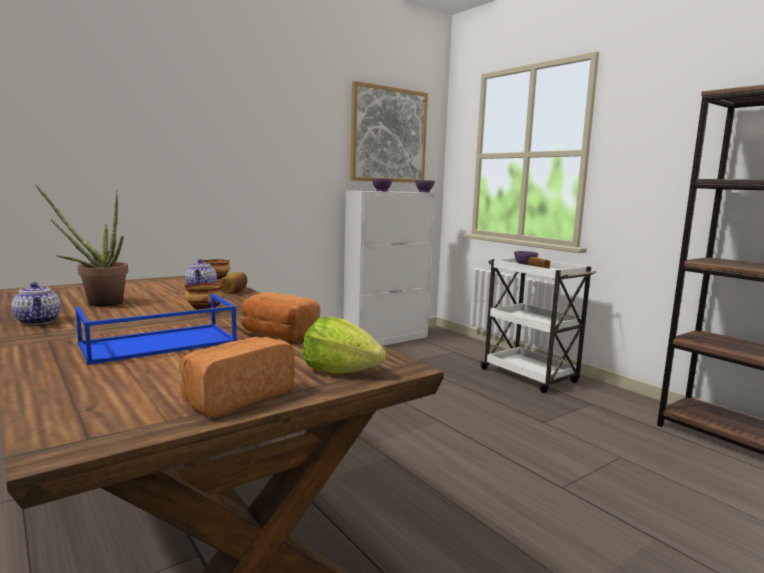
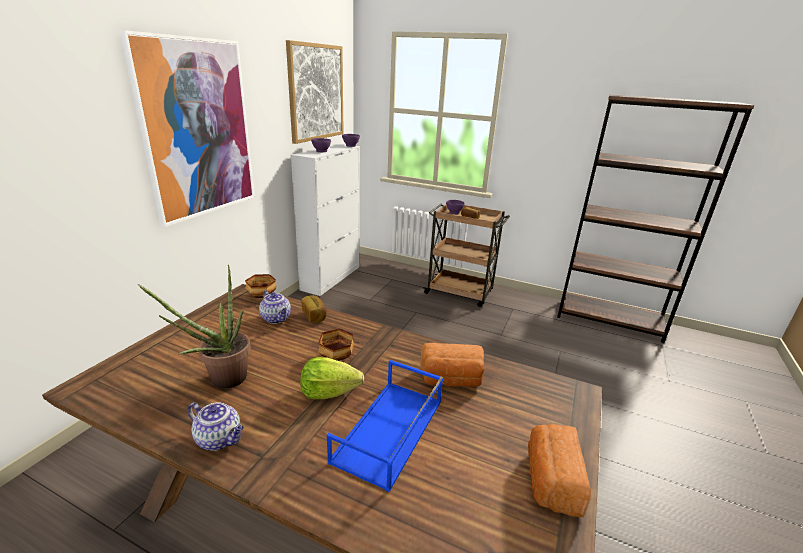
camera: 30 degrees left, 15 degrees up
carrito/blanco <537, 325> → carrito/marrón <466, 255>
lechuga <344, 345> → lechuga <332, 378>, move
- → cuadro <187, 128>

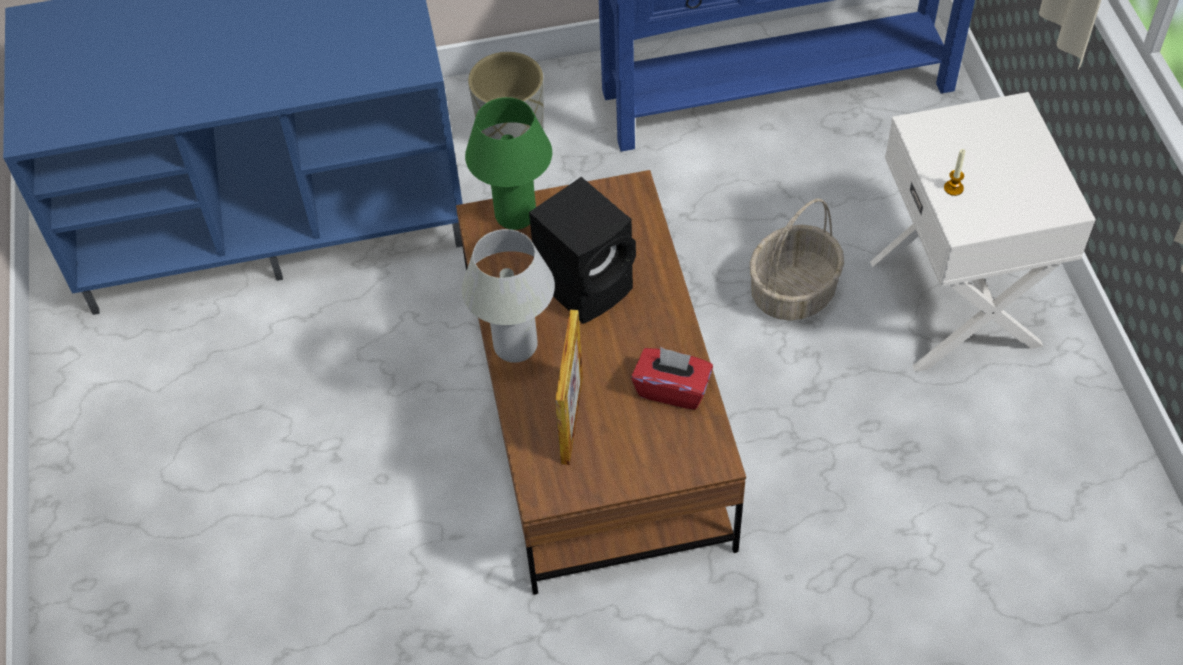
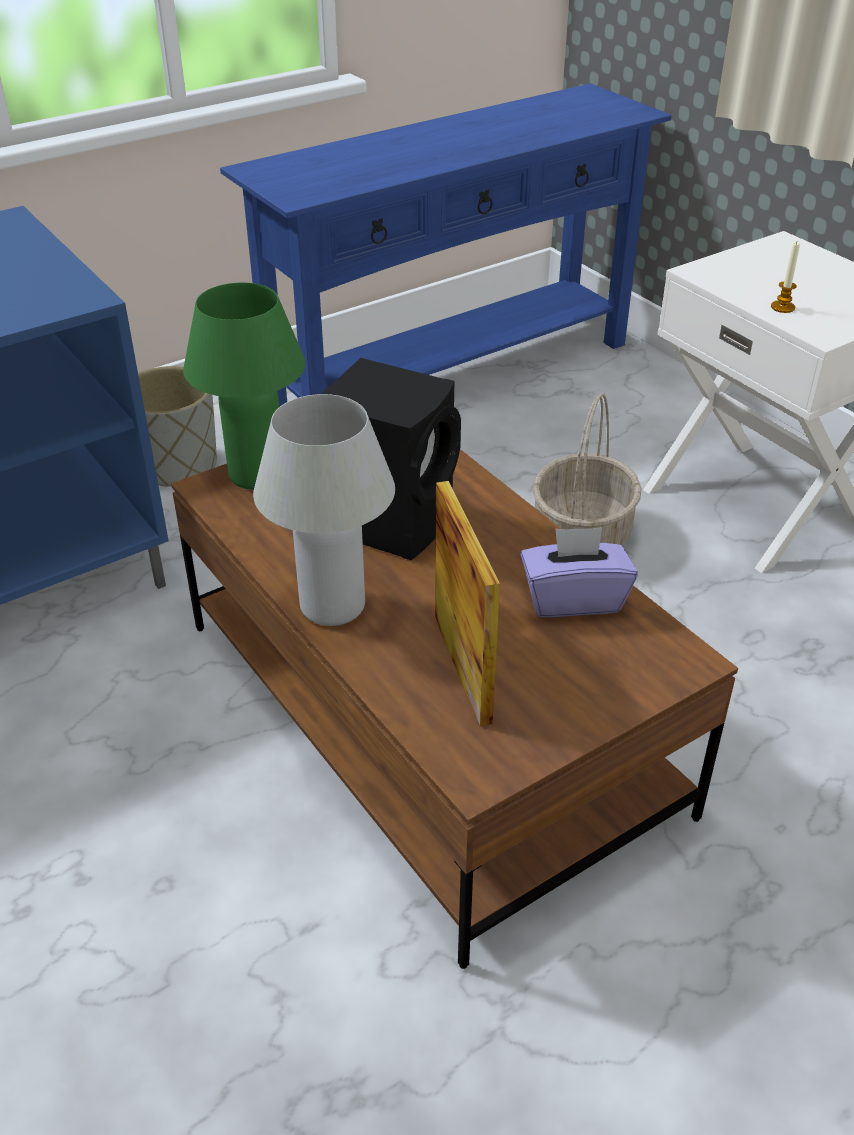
camera: 25 degrees left, 15 degrees down
caja de pañuelos/rojo <672, 378> → caja de pañuelos/morado <578, 572>

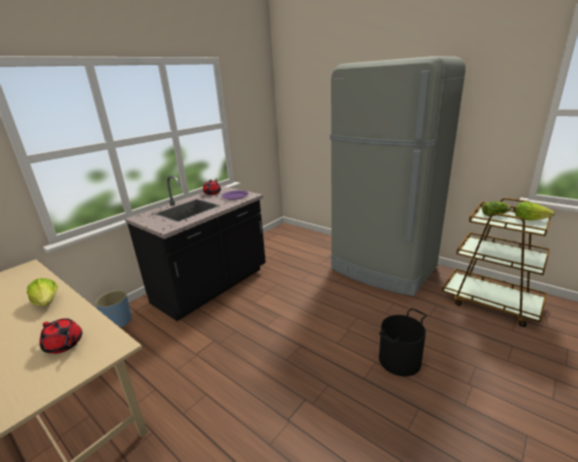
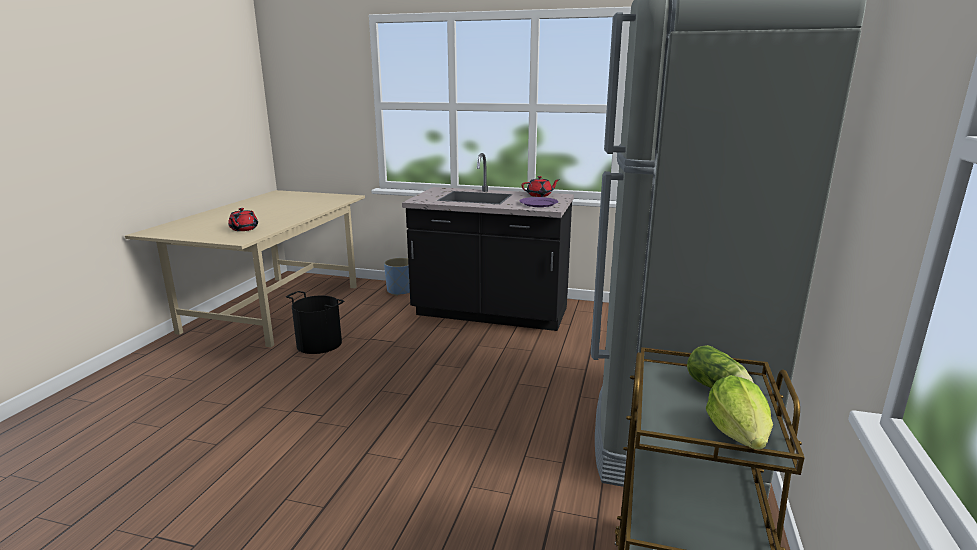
camera: 65 degrees right, 5 degrees down
lechuga <42, 292> → -
cubo/negro <403, 342> → cubo/negro <315, 322>, move

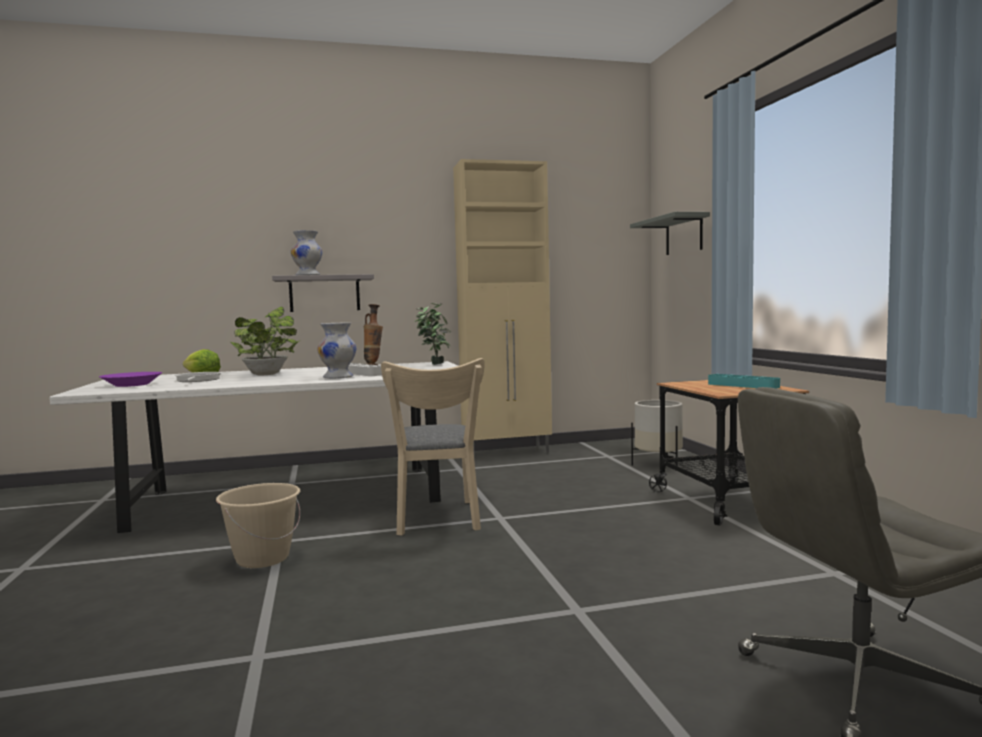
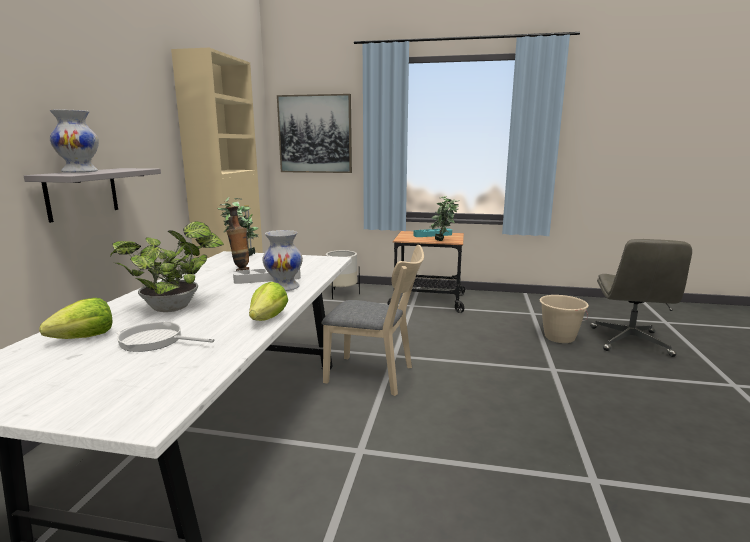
camera: 65 degrees left, 10 degrees up
estante/gris <670, 233> → cuadro <314, 133>
cuenco/morado <130, 379> → -
cubo/beis <258, 525> → cubo/beis <564, 319>, move
- → planta en maceta <444, 218>
- → lechuga <268, 301>

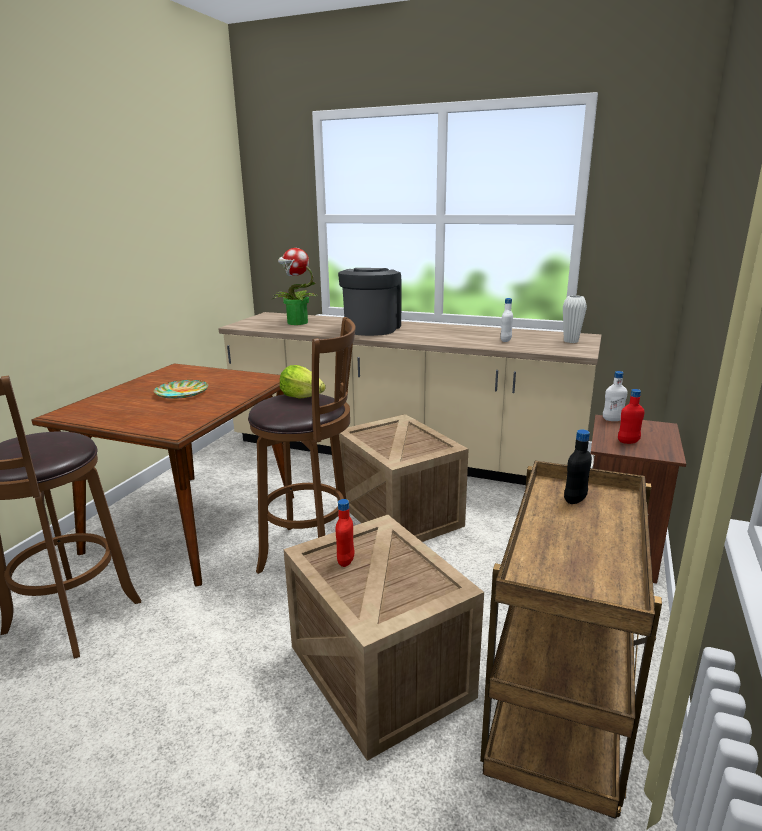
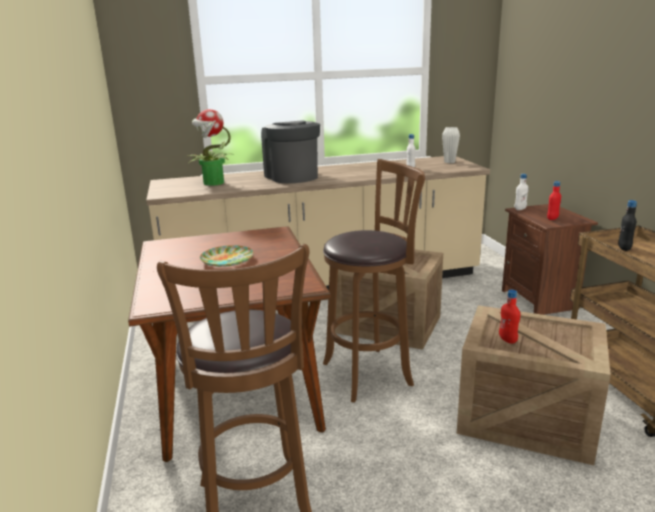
camera: 35 degrees left, 0 degrees up
lechuga <303, 382> → -

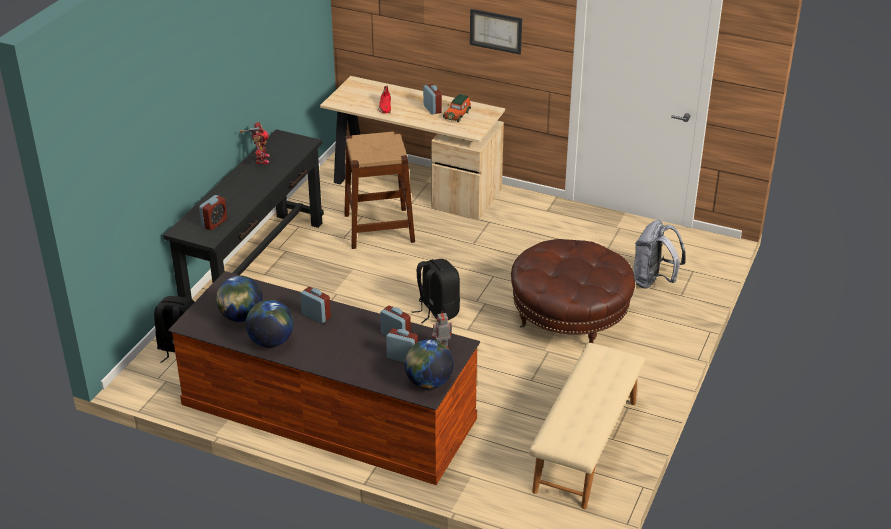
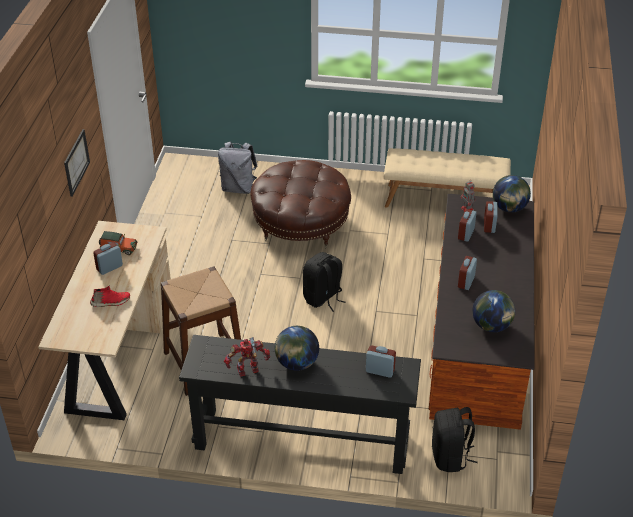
camera: 105 degrees left, 5 degrees up
globo terráqueo <270, 324> → globo terráqueo <297, 348>, move

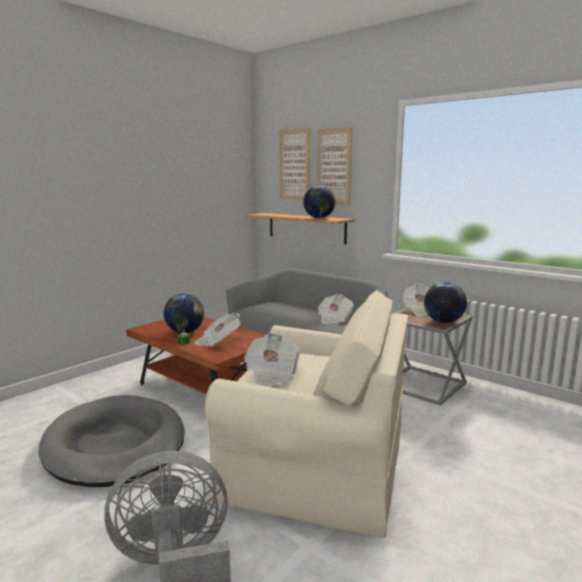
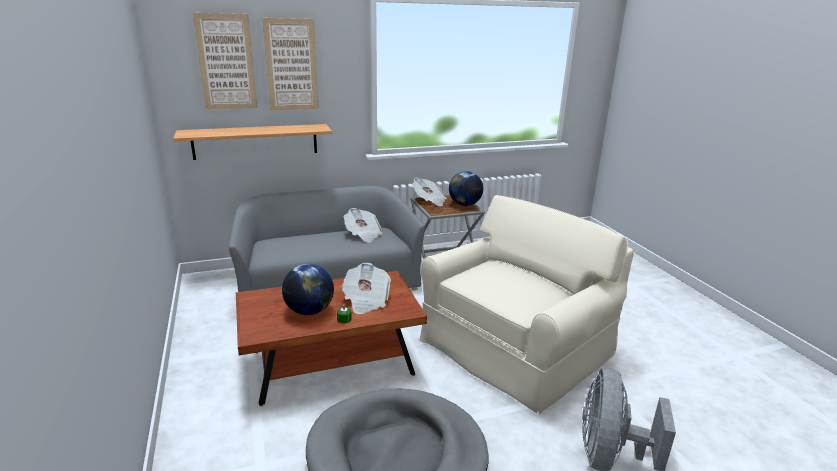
camera: 60 degrees left, 10 degrees up
globo terráqueo <319, 201> → -
periódico <272, 359> → -

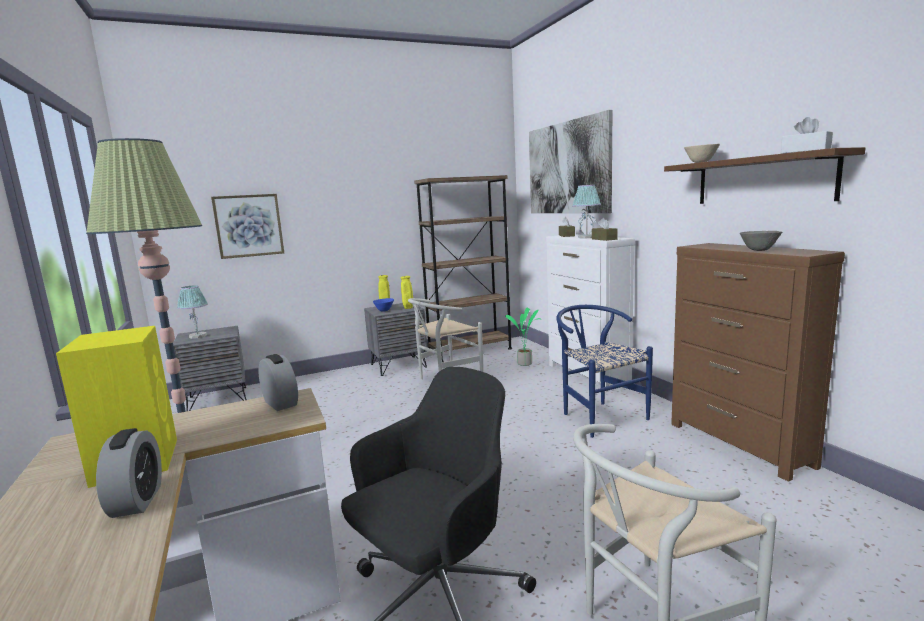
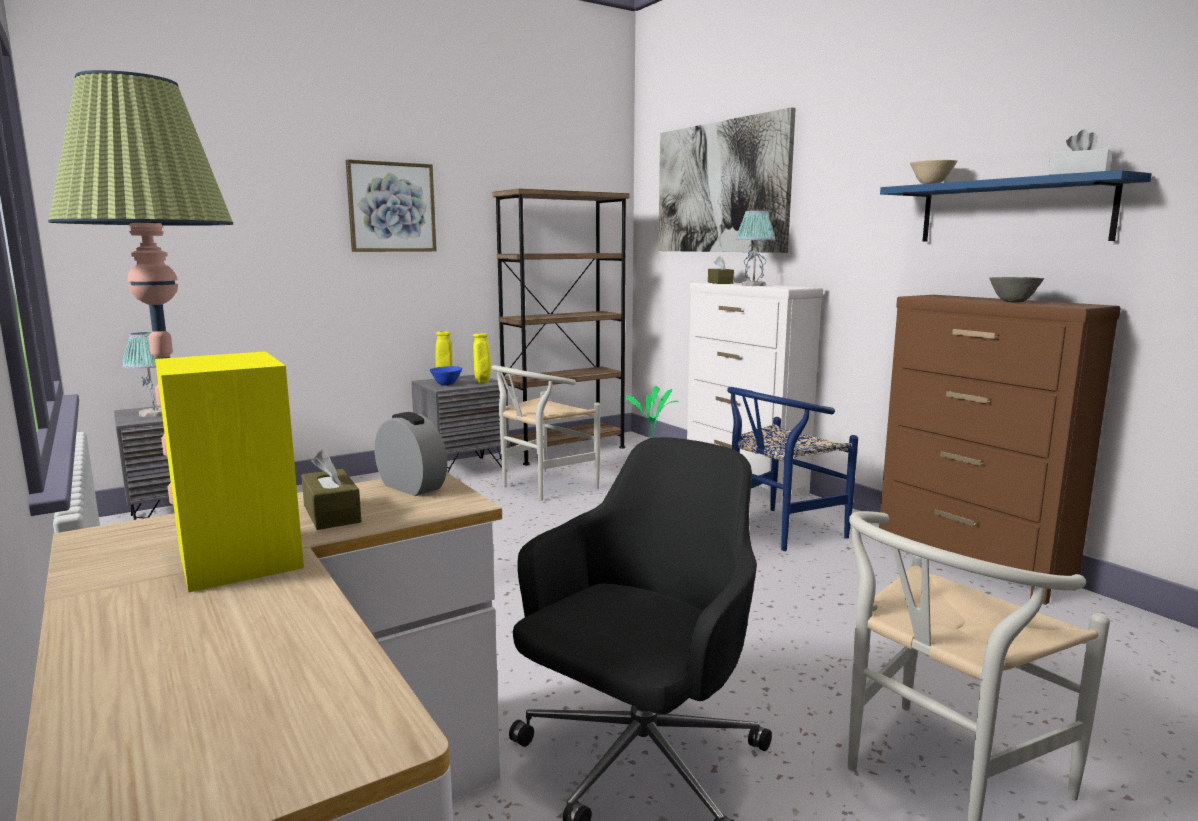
camera: 10 degrees left, 0 degrees up
estante/marrón <764, 175> → estante/azul <1016, 206>
cuadro <247, 226> → cuadro <391, 205>, move
caja de pañuelos/marrón <605, 229> → caja de pañuelos/marrón <331, 489>, move
silla/azul <604, 371> → silla/azul <792, 469>, 90 degrees counterclockwise
despertador <129, 473> → -

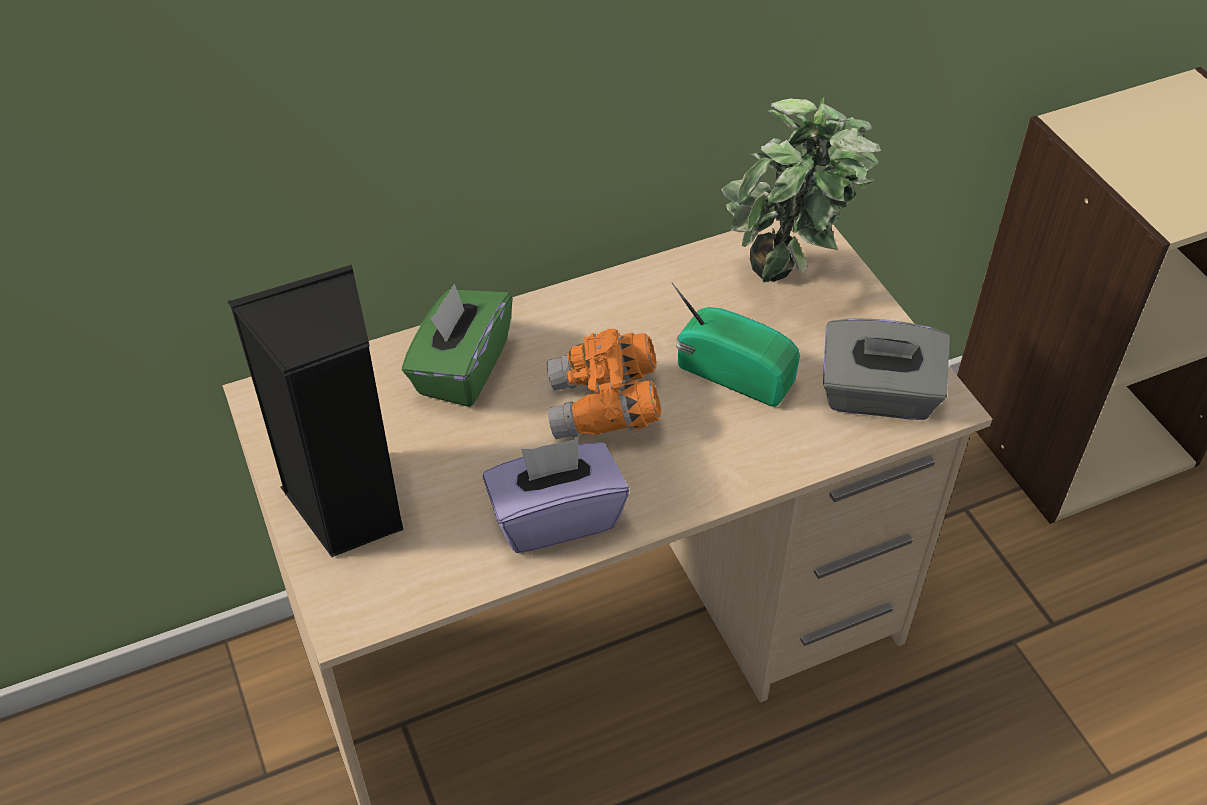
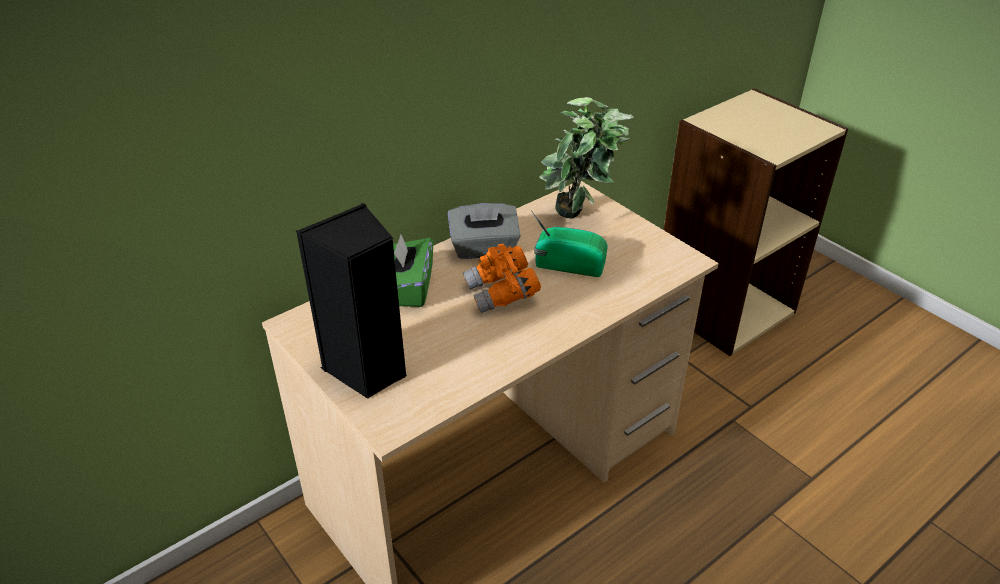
camera: 15 degrees left, 10 degrees down
caja de pañuelos/gris <886, 369> → caja de pañuelos/gris <484, 231>, move
caja de pañuelos/morado <556, 495> → -

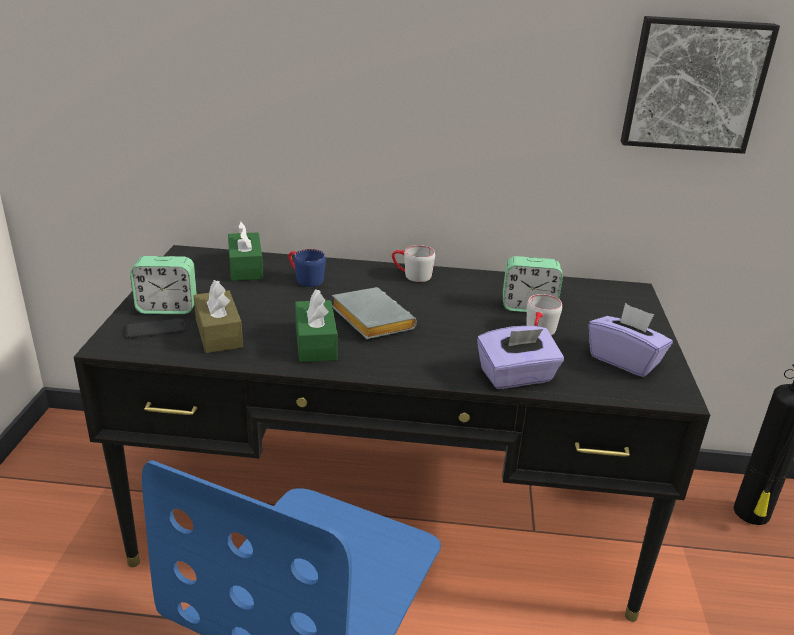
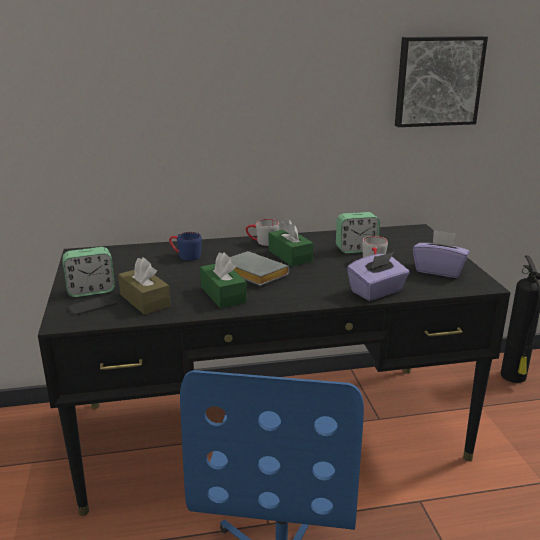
camera: 15 degrees left, 5 degrees down
caja de pañuelos/verde <245, 251> → caja de pañuelos/verde <291, 243>, move

